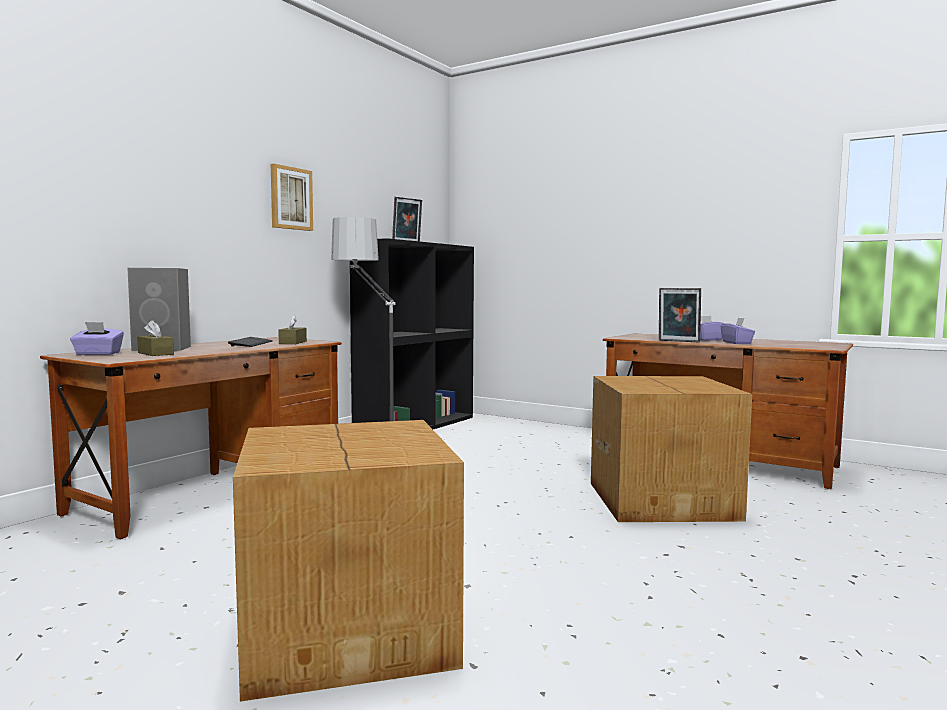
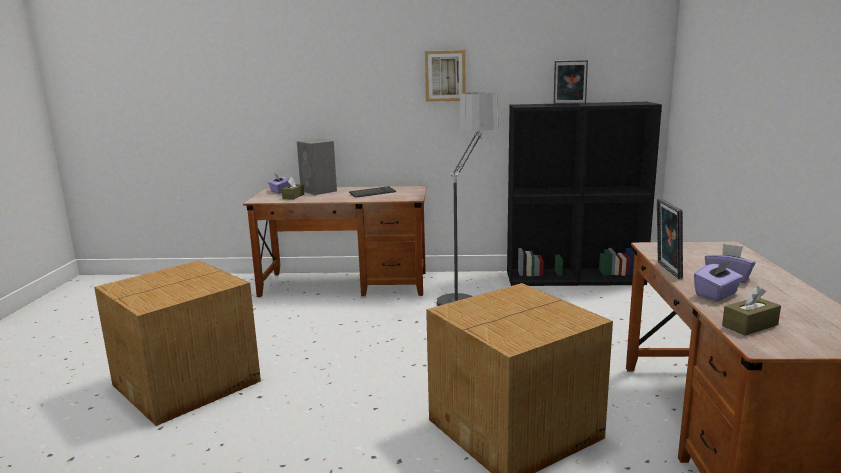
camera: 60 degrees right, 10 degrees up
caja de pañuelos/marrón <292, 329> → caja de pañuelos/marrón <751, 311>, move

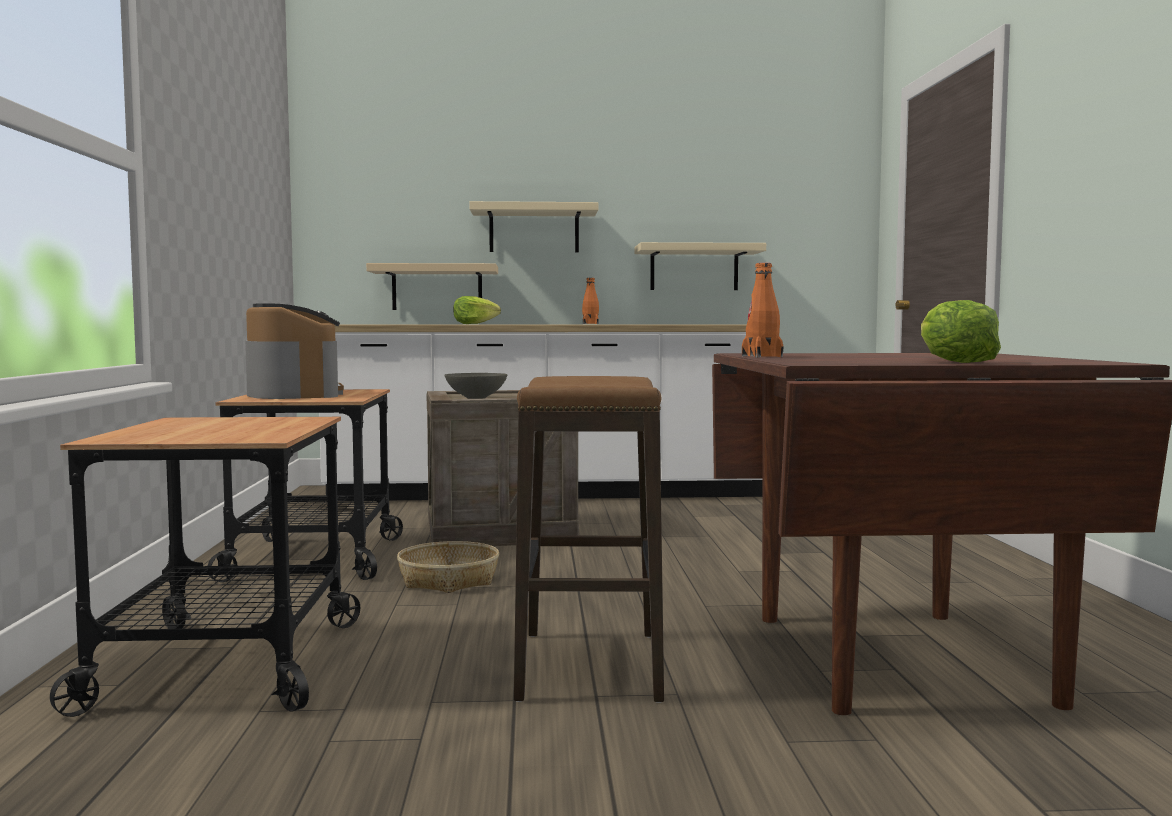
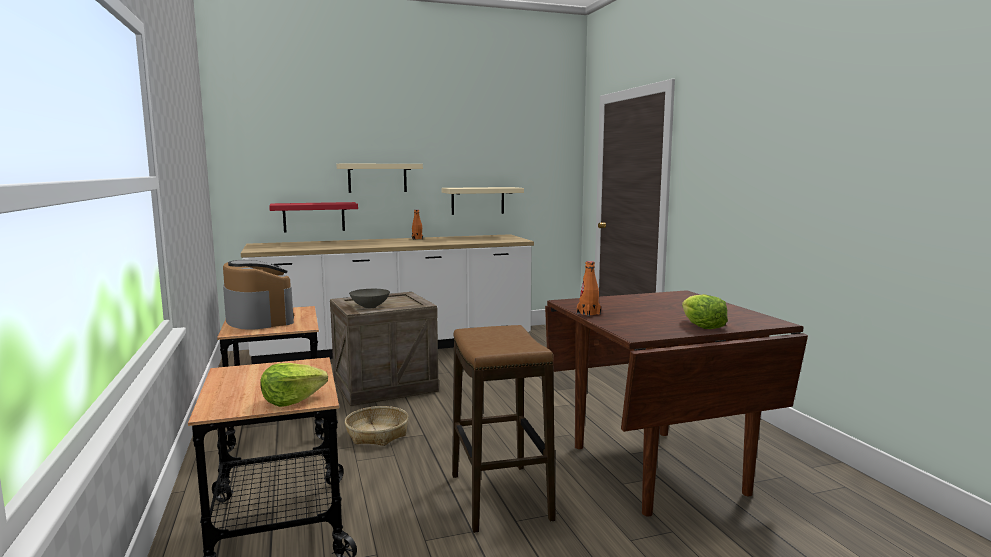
camera: 15 degrees left, 5 degrees up
estante/beis <432, 286> → estante/rojo <313, 217>
lechuga <477, 310> → lechuga <294, 385>, move

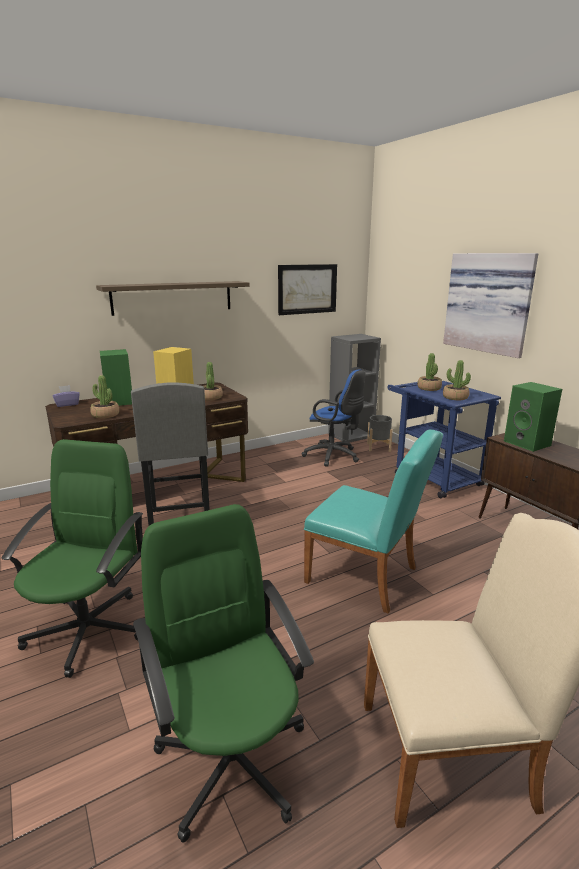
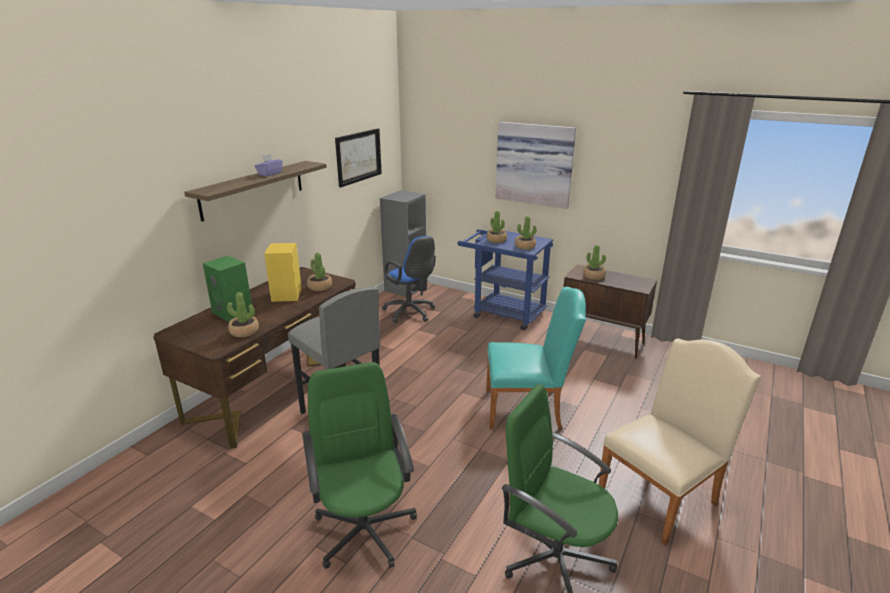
camera: 30 degrees left, 5 degrees up
silla de oficina/azul <333, 418> → silla de oficina/azul <409, 279>, 45 degrees clockwise
altavoz/verde <533, 417> → planta en maceta <594, 262>
caja de pañuelos/morado <66, 396> → caja de pañuelos/morado <269, 165>, move
maceta/gris <380, 433> → -

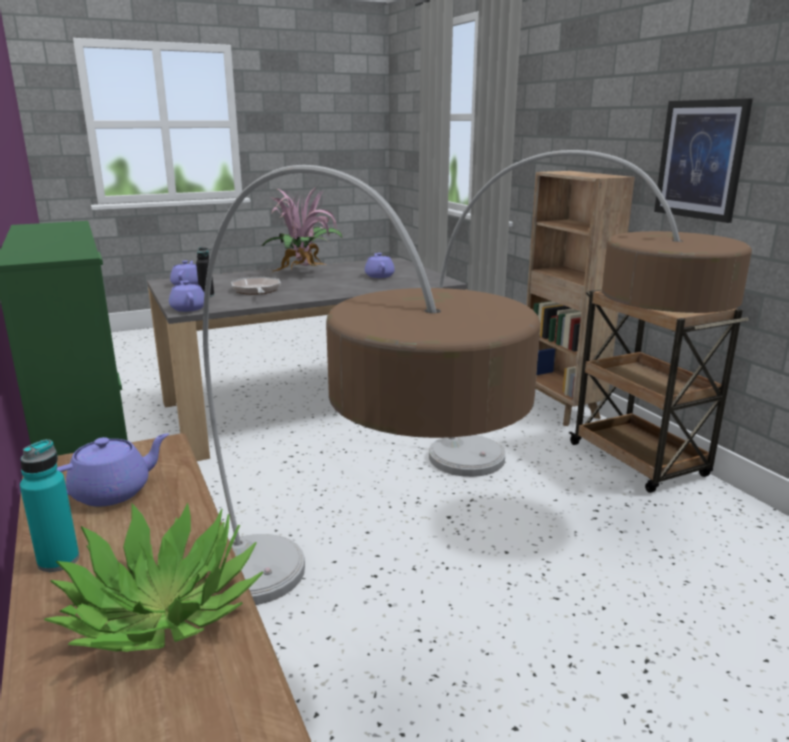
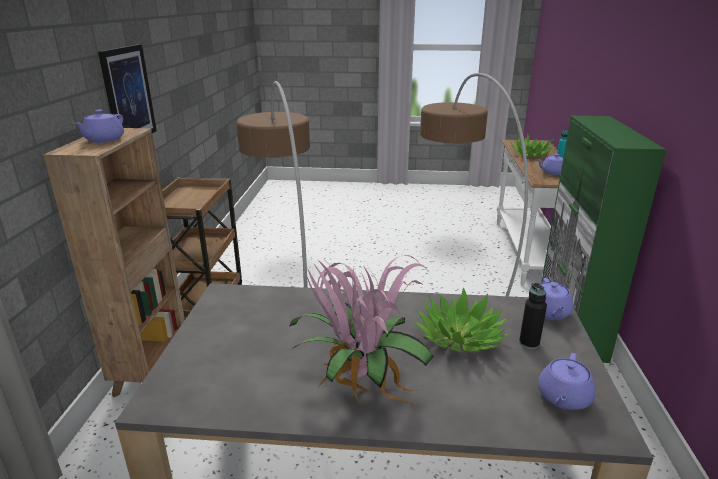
camera: 150 degrees left, 5 degrees up
tetera/morado <380, 265> → tetera/morado <98, 126>, move
sartén <256, 286> → planta en maceta <461, 319>

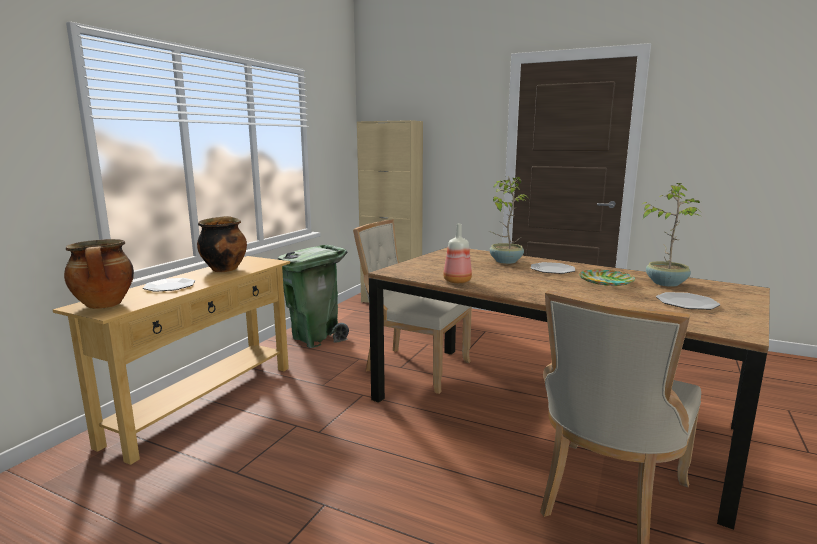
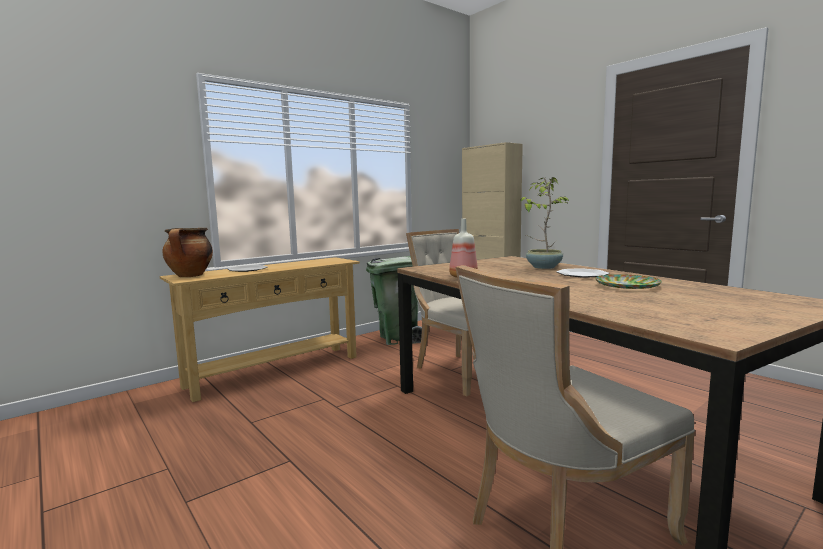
camera: 25 degrees right, 5 degrees down
planta en maceta <670, 235> → -
olla <222, 244> → -
plato <688, 301> → -

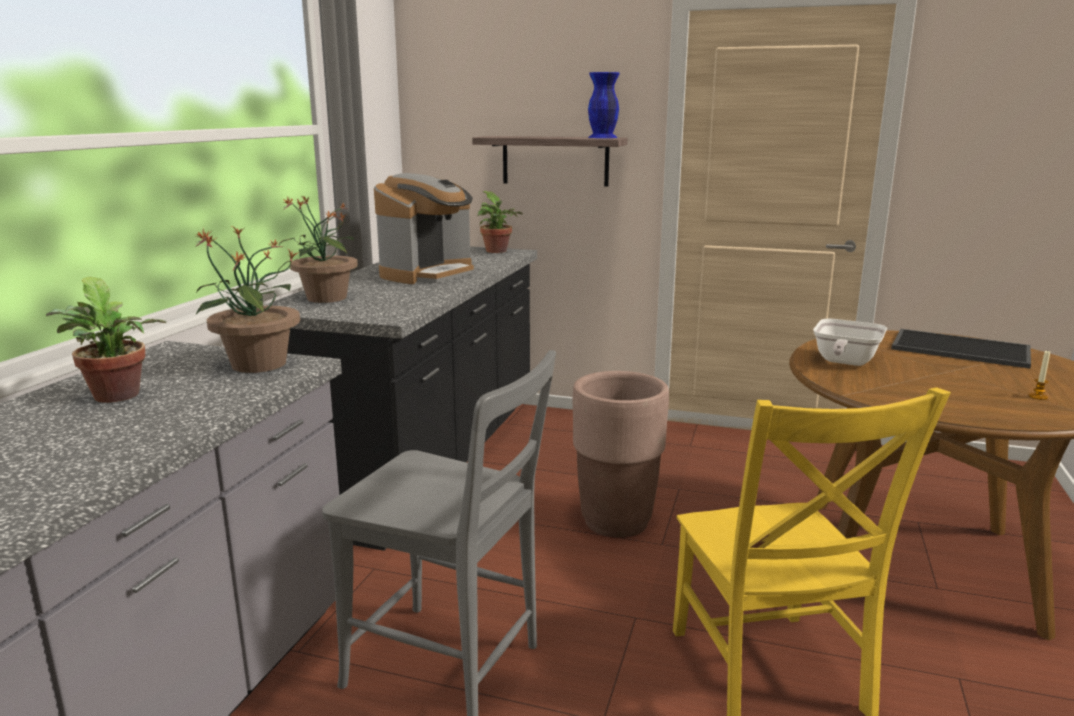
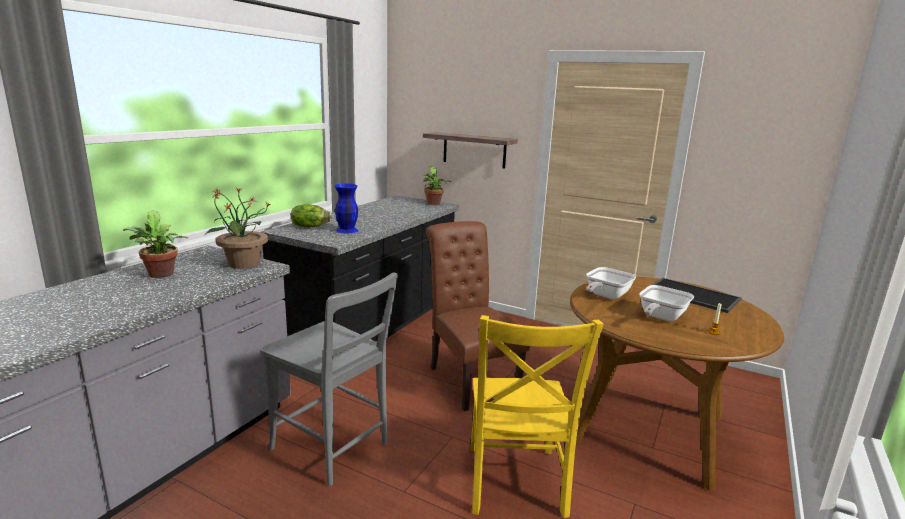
camera: 10 degrees right, 0 degrees up
florero/azul <604, 105> → florero/azul <346, 208>, move
cafetera <424, 228> → -
planta en maceta <318, 249> → lechuga <311, 215>
maceta/marrón <621, 454> → silla/marrón <478, 316>
- → sartén <666, 303>

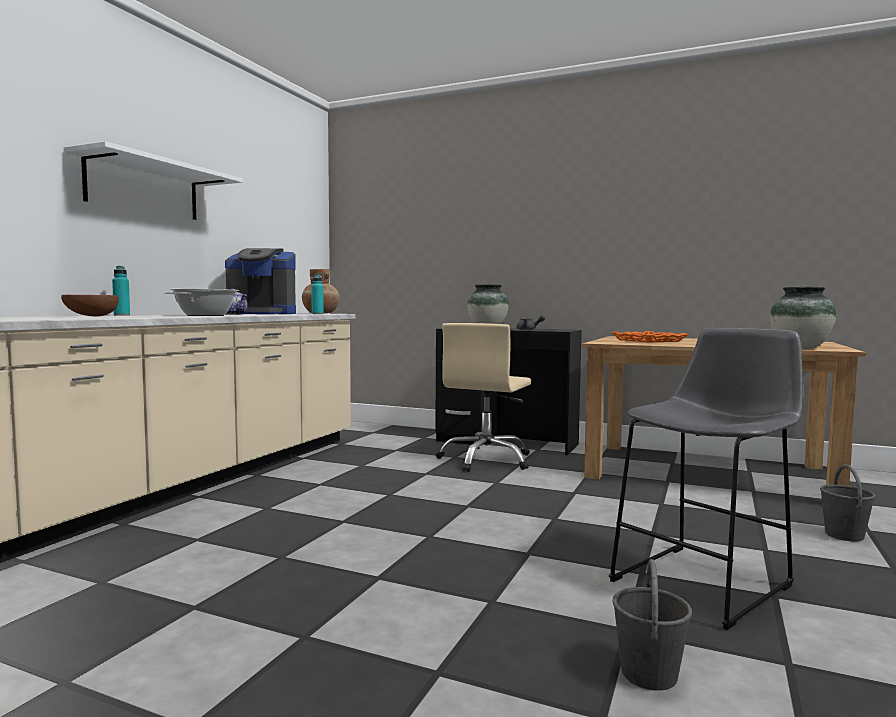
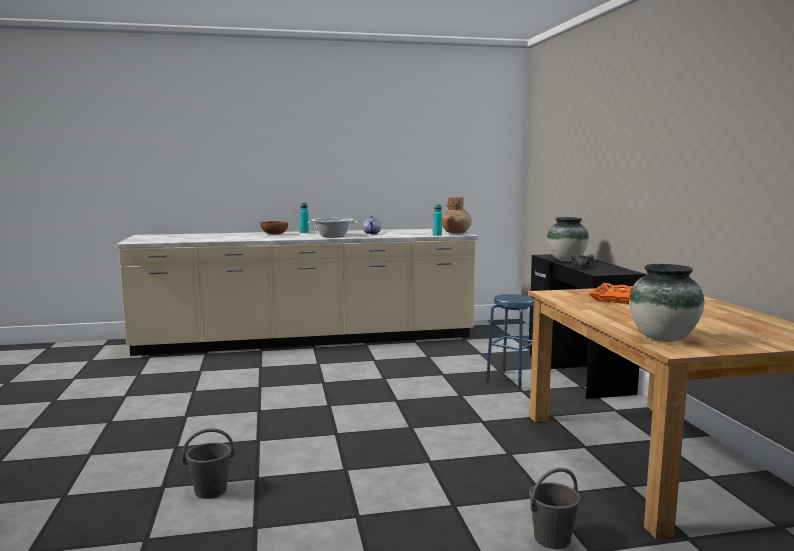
camera: 55 degrees right, 5 degrees up
estante/blanco <153, 180> → -
cafetera <260, 281> → -
silla de oficina/beis <483, 397> → taburete/azul <510, 341>
taburete/gris <705, 479> → -

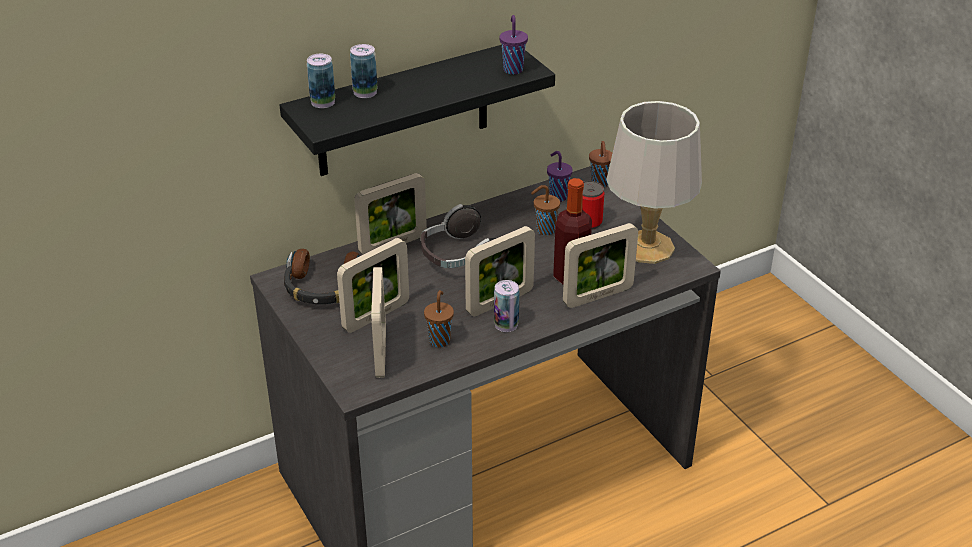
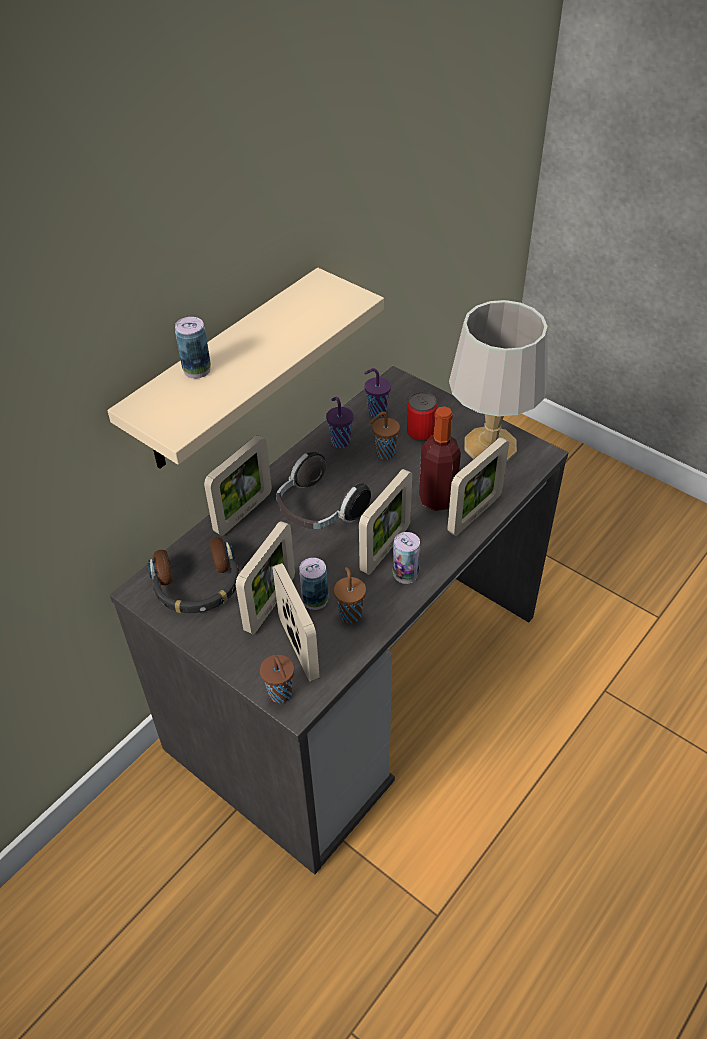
camera: 20 degrees left, 10 degrees up
taza/morado <513, 44> → taza/morado <340, 422>, move
estante/negro <417, 110> → estante/beis <245, 368>
lata <321, 81> → lata <313, 584>, move
taza/marrón <600, 164> → taza/marrón <277, 679>, move

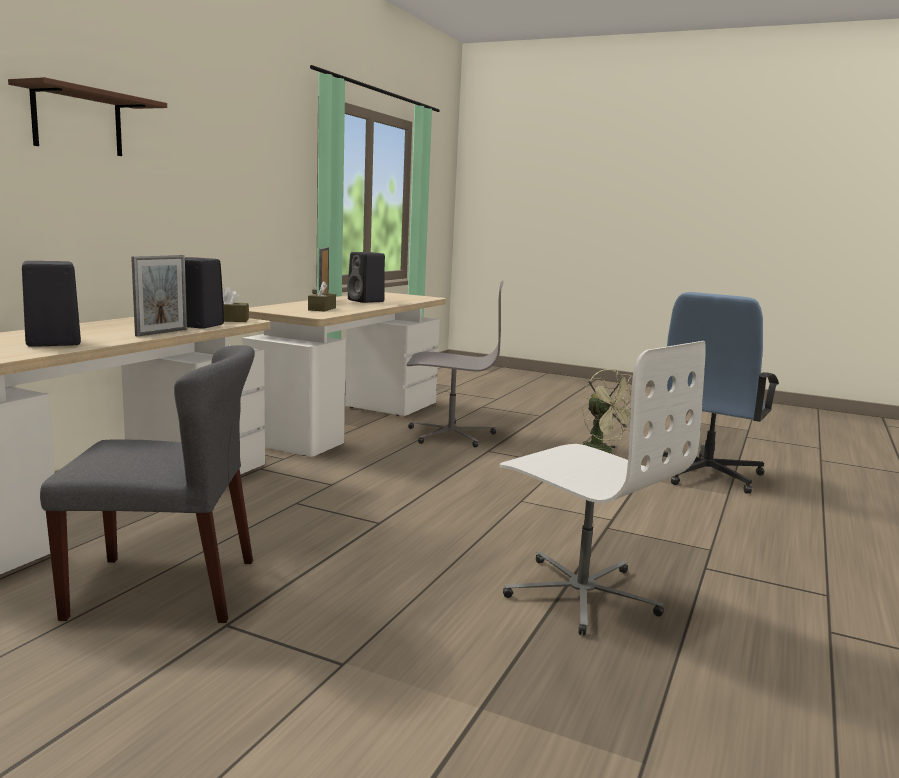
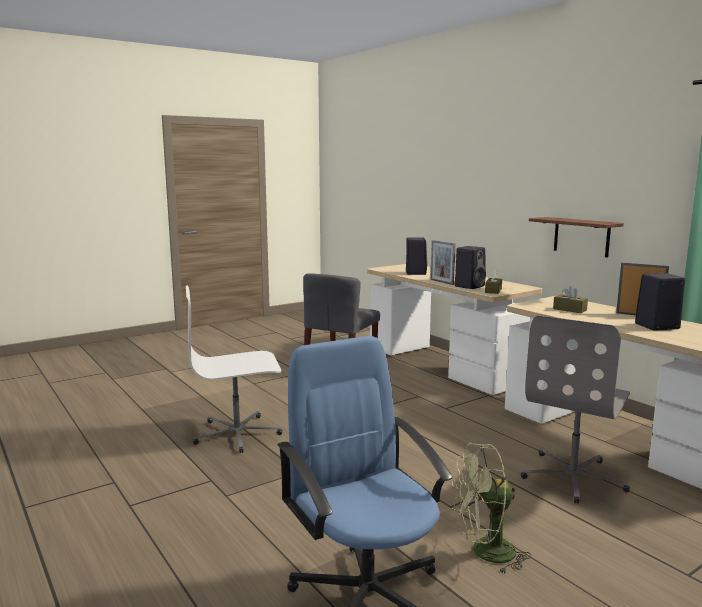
camera: 120 degrees right, 0 degrees up
estante/marrón <87, 116> → estante/marrón <576, 237>, move

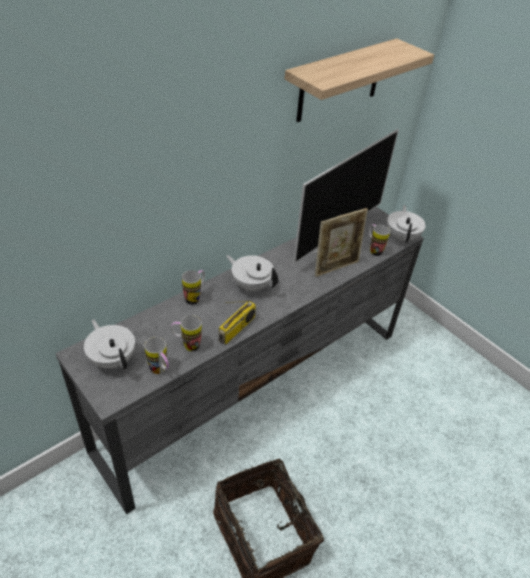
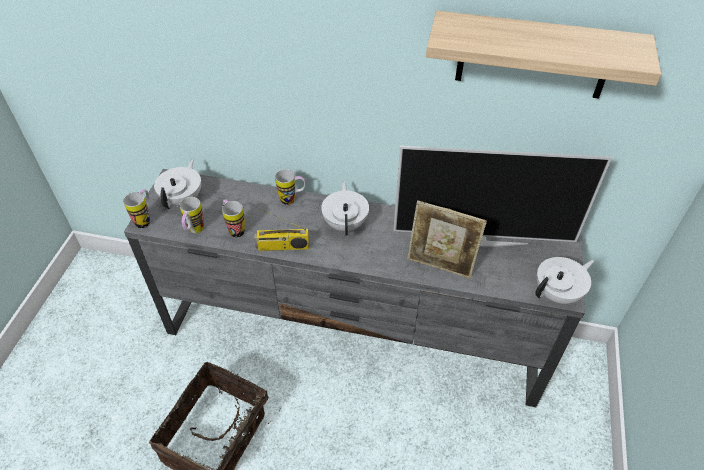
camera: 55 degrees right, 5 degrees up
taza grande <379, 240> → taza grande <136, 209>, move

